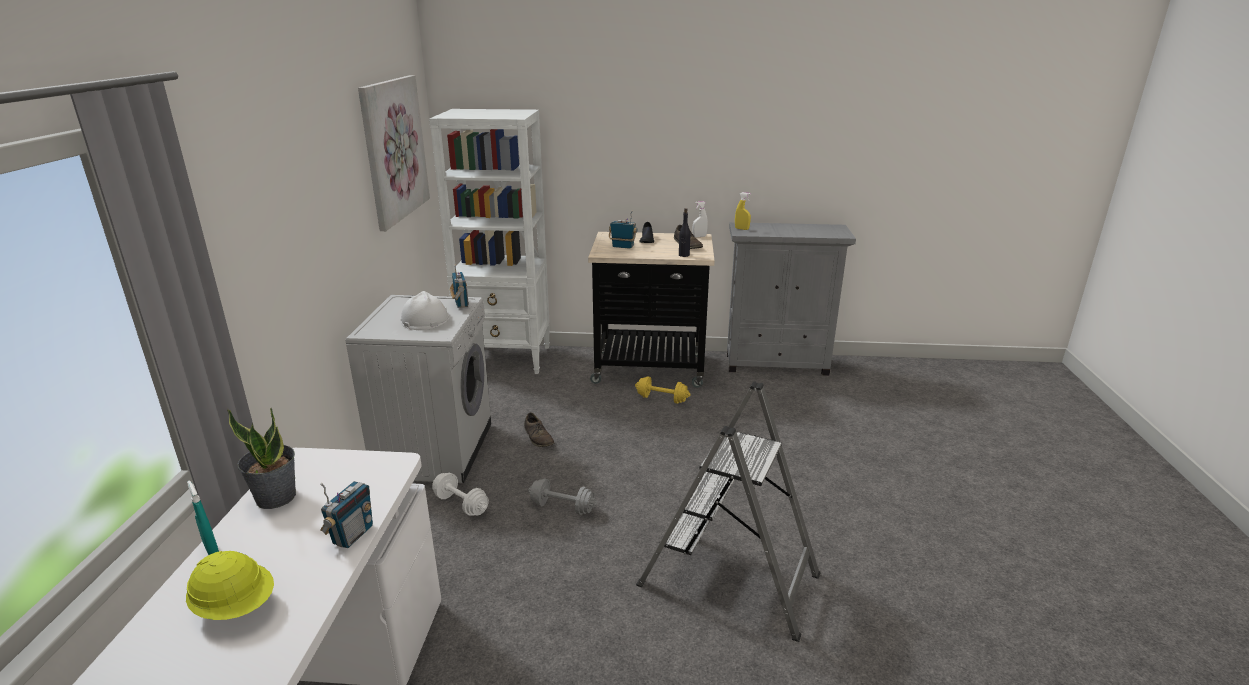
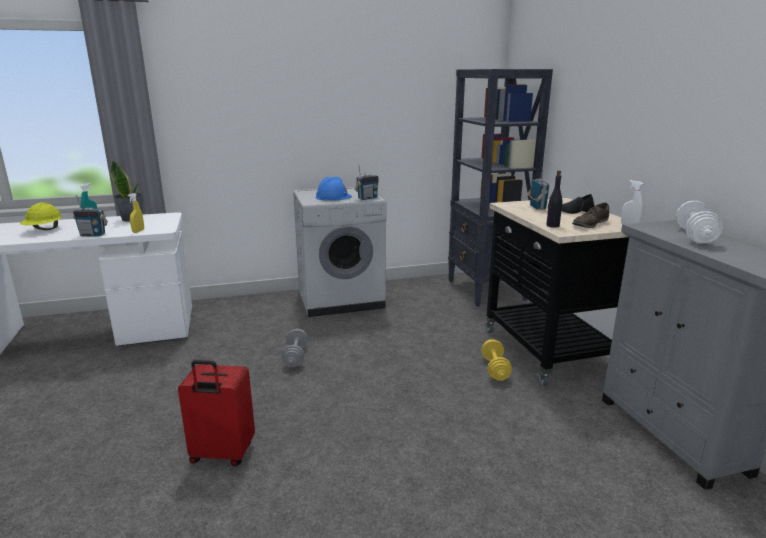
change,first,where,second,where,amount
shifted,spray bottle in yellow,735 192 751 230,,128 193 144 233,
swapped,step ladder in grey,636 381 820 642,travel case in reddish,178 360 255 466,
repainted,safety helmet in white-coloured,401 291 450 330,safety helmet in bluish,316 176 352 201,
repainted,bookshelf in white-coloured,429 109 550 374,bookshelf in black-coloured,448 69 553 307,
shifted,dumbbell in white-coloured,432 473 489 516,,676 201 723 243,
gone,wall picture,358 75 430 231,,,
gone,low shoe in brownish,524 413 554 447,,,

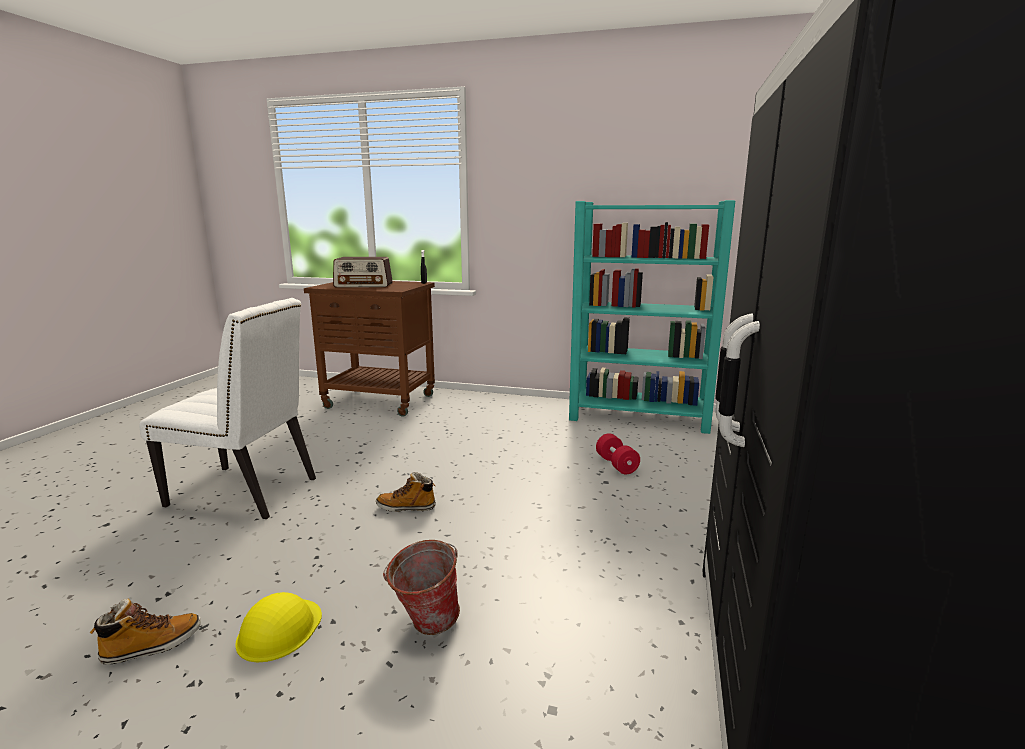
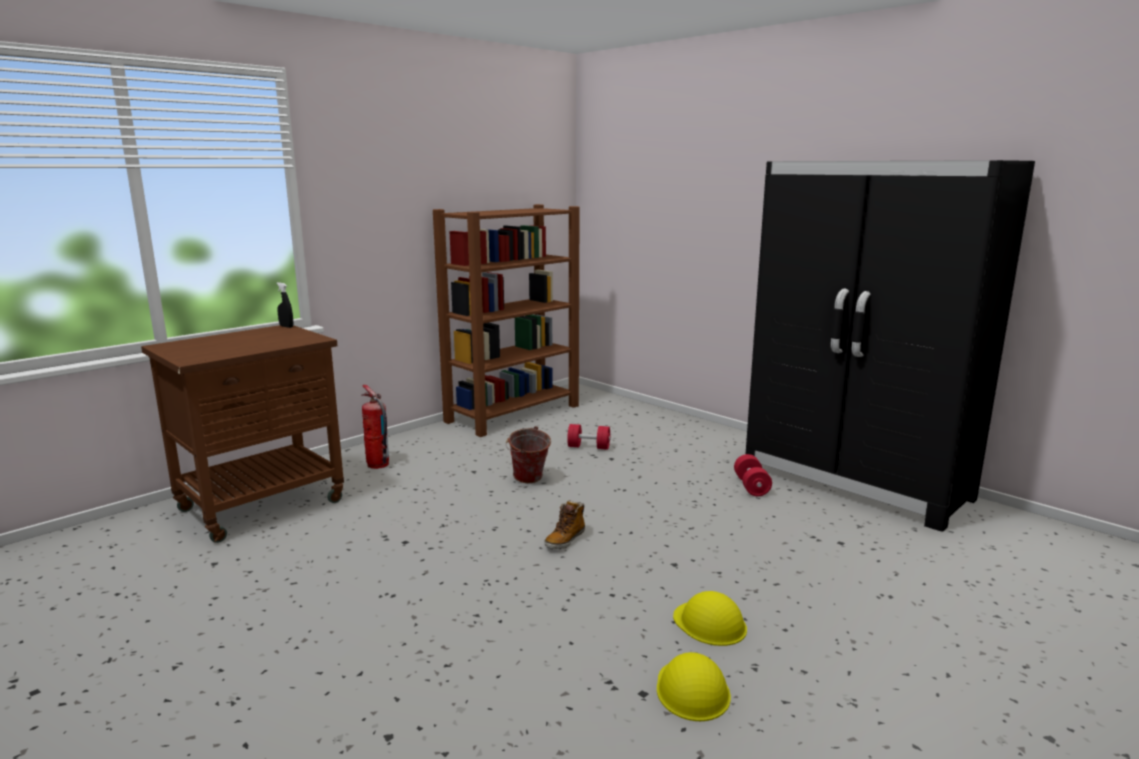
change,first,where,second,where,amount
new,,,fire extinguisher,361 385 389 469,
repainted,bookshelf in turquoise,569 200 735 434,bookshelf in brownish,433 204 580 437,
shifted,pail,383 540 460 635,,506 426 551 483,
swapped,tall boot,90 598 201 664,safety helmet in yellow,657 652 731 721,
new,,,dumbbell in reddish,734 454 772 496,
gone,upright chair in white-coloured,139 298 316 519,,,
gone,radio set,333 257 393 288,,,

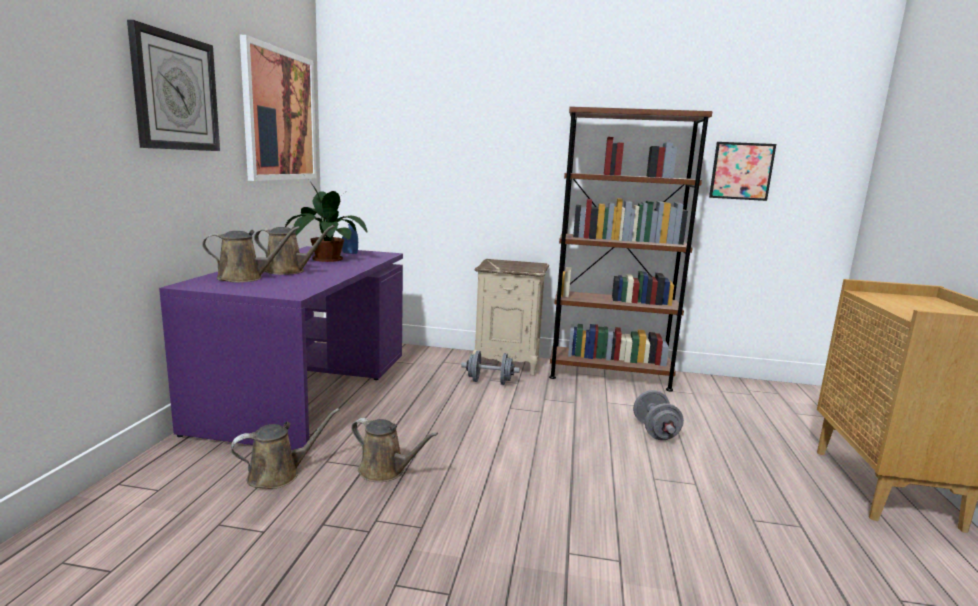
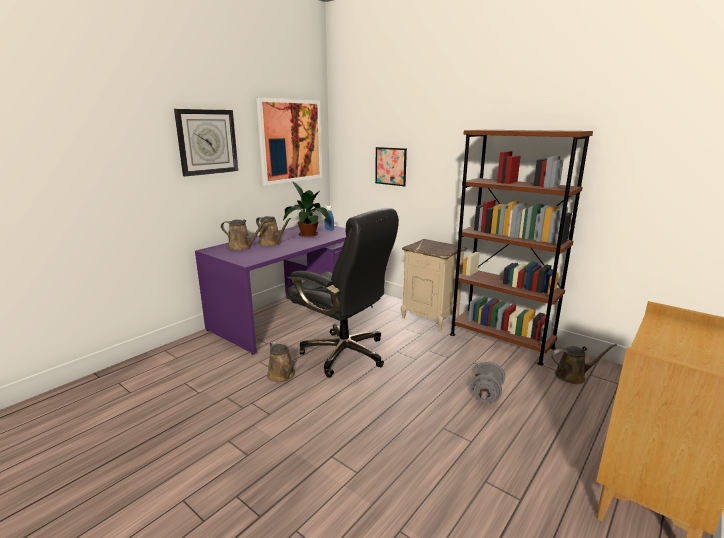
change,first,where,second,where,amount
new,,,computer chair in black-coloured,287 208 399 377,
shifted,wall picture,709 142 776 201,,375 147 407 186,
shifted,watering pot in brownish,231 408 340 489,,551 344 617 384,
gone,dumbbell in grey,461 350 520 385,,,

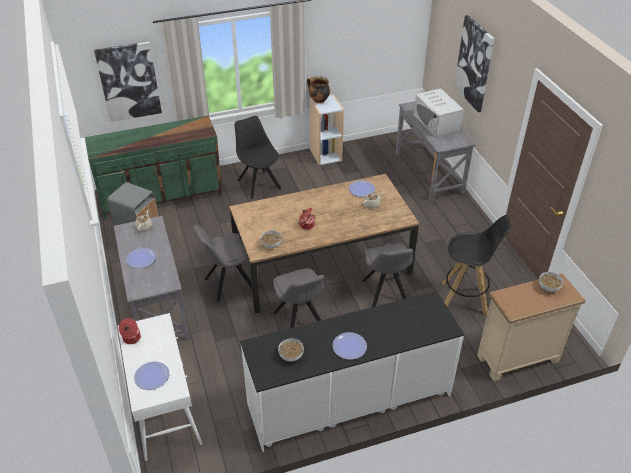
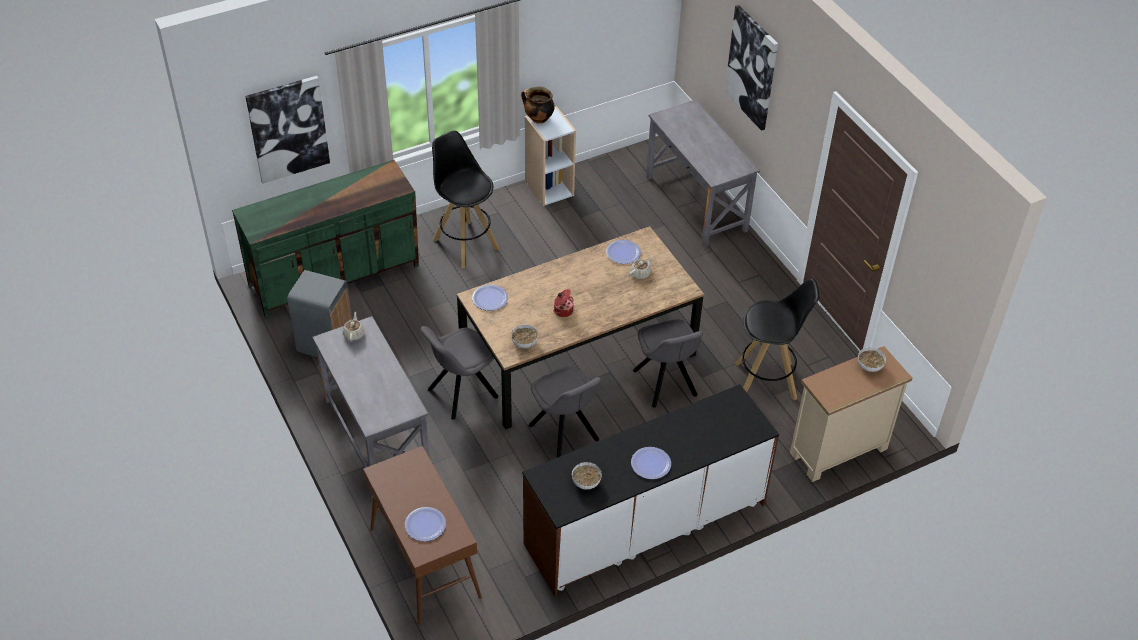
change,first,where,second,where,amount
repainted,console table in white-coloured,118 313 202 461,console table in brownish,363 446 482 625,
swapped,upright chair in black-coloured,235 116 281 199,stool in black-coloured,432 131 499 269,
shifted,flat dish,126 248 156 268,,472 285 508 311,
repainted,dresser in white-coloured,240 291 464 452,dresser in brownish,522 384 779 597,
gone,cooking pot,119 318 141 344,,,
gone,kitchen microwave in white-coloured,414 88 464 137,,,

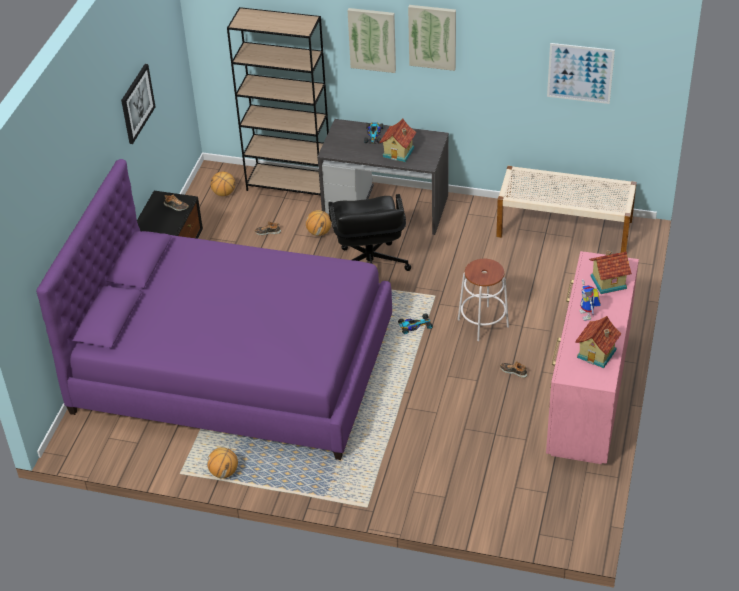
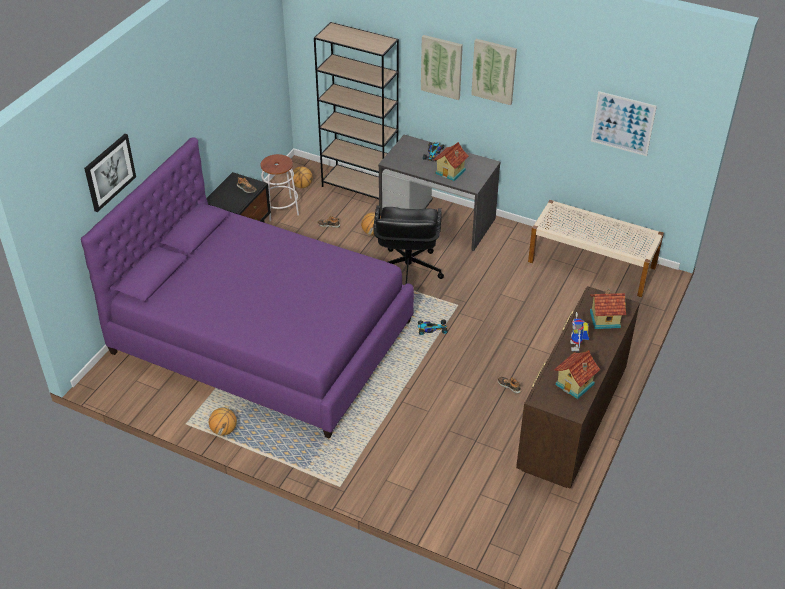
change,first,where,second,where,amount
shifted,wall picture,121 64 155 144,,84 134 136 212,
shifted,stool in white-coloured,458 259 509 341,,261 154 299 222,
repainted,dresser in pinkish,546 251 639 464,dresser in brownish,516 286 640 488,

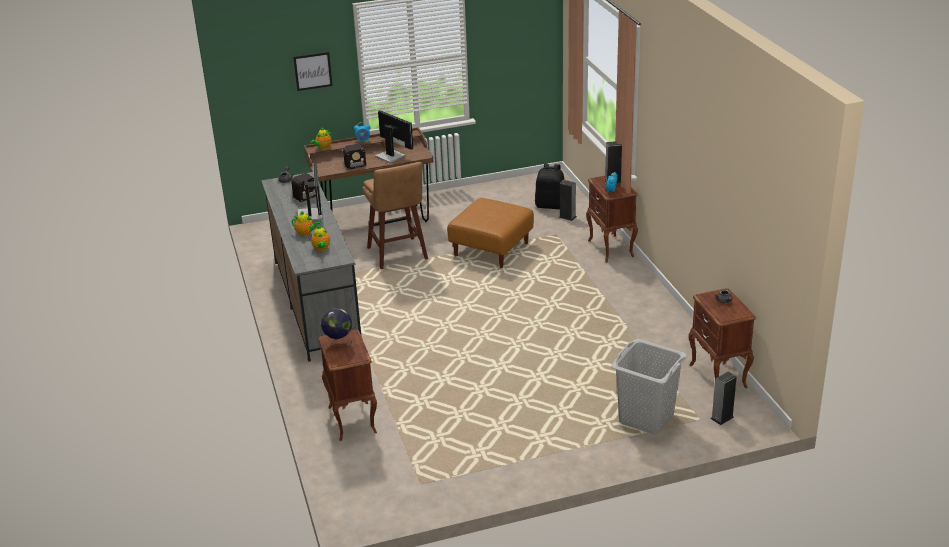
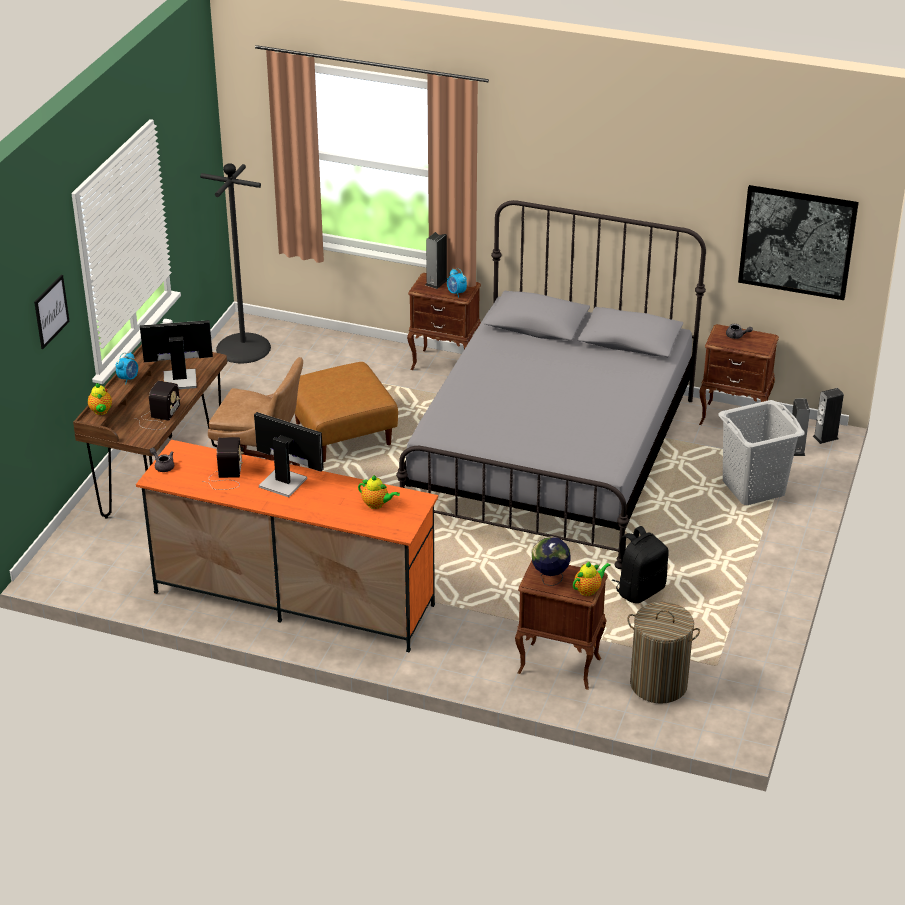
change,first,where,second,where,amount
repainted,dresser in grey,261 172 362 362,dresser in orange,136 440 438 653,
new,,,garment rack in black-coloured,200 163 271 363,
new,,,bedroom bed in grey,396 200 706 569,
shifted,pot for tea,292 211 321 236,,573 561 611 596,
shifted,rucksack in black-coloured,535 164 565 209,,612 526 669 603,
new,,,laundry basket,627 602 700 704,
new,,,wall picture,738 185 859 300,
shifted,speaker,559 180 577 221,,813 388 844 444,

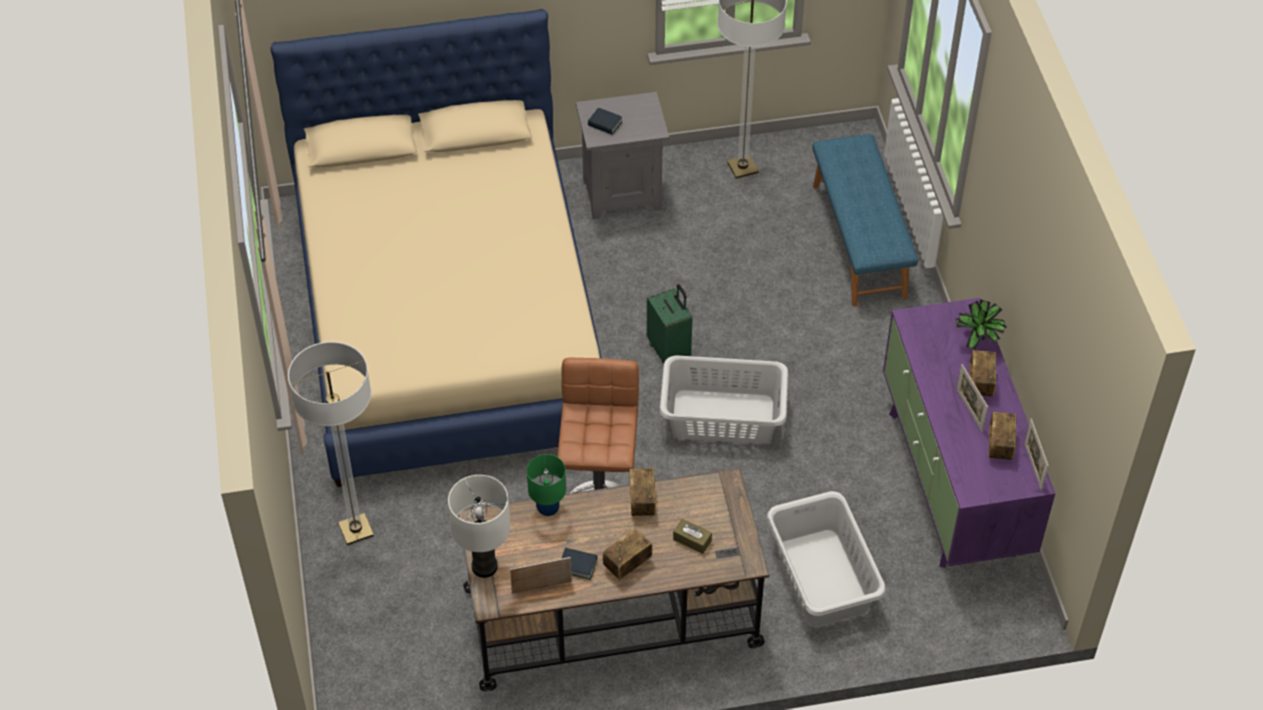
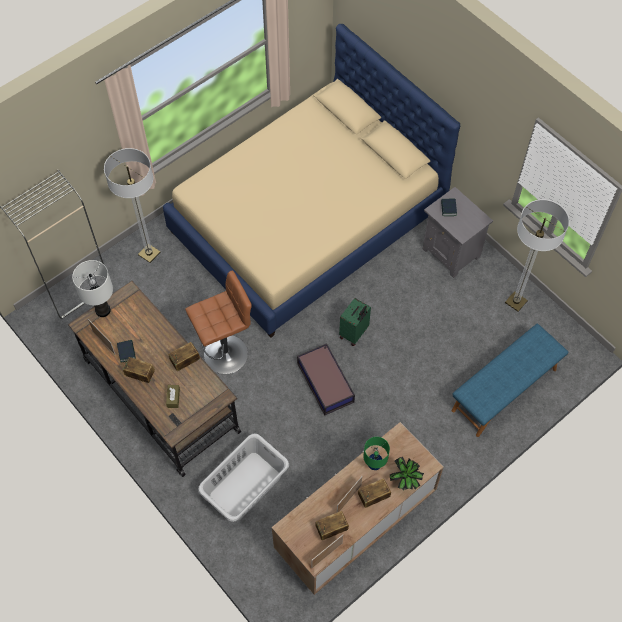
change,first,where,second,where,amount
new,,,garment rack in grey,0 170 104 319,
repainted,dresser in purple,883 298 1055 568,dresser in green-coloured,272 422 444 595,
swapped,laundry basket in grey,659 355 788 444,storage box,297 343 355 415,
shifted,tabletop lamp in green-coloured,527 454 566 516,,363 437 390 470,

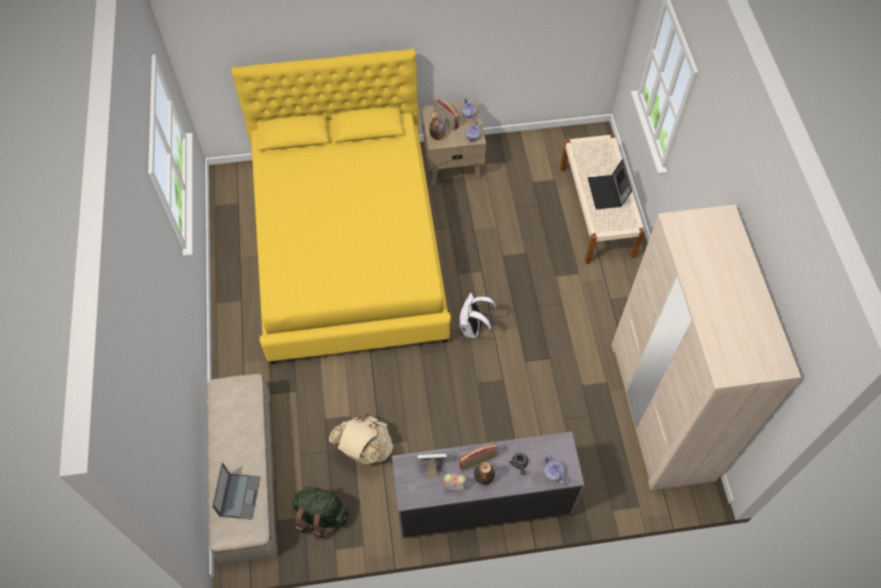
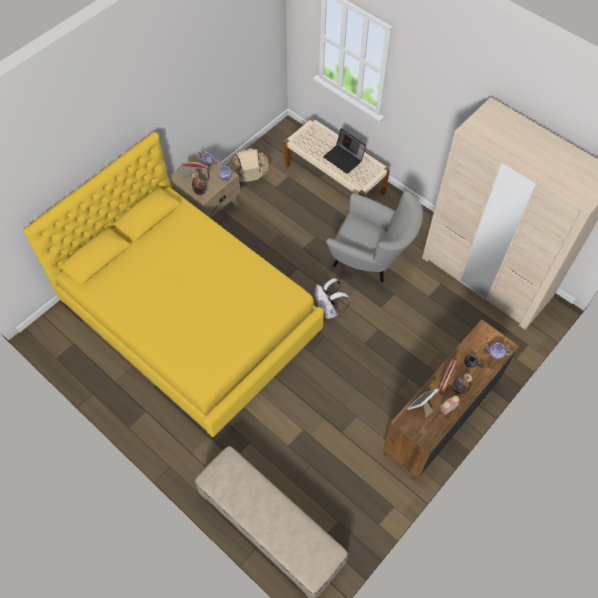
change,first,where,second,where,amount
shifted,rucksack in beige-coloured,329 414 393 464,,227 148 269 182,
new,,,easy chair in grey,326 191 423 283,
repainted,dresser in grey,392 432 584 539,dresser in brownish,383 319 519 480,
gone,notebook computer,212 462 261 520,,,
gone,rucksack in green-coloured,293 485 349 539,,,

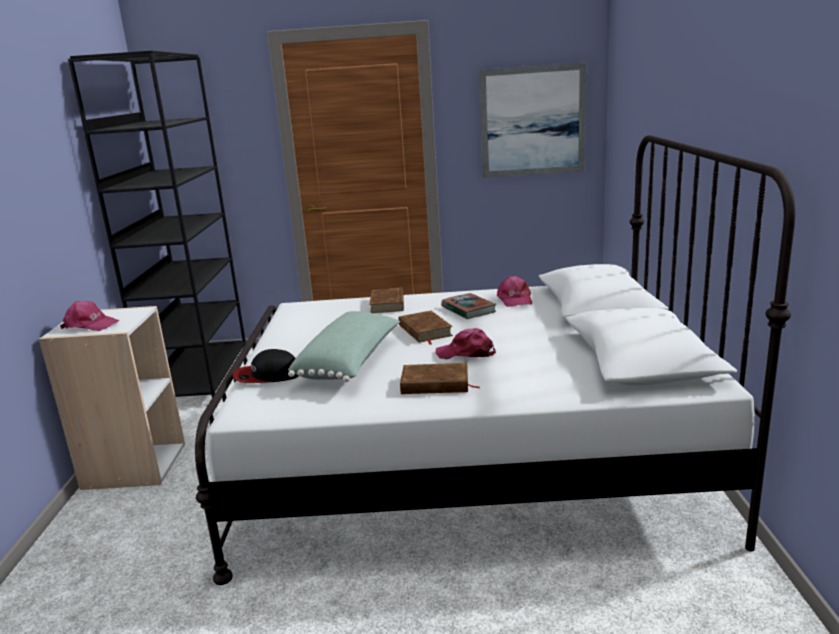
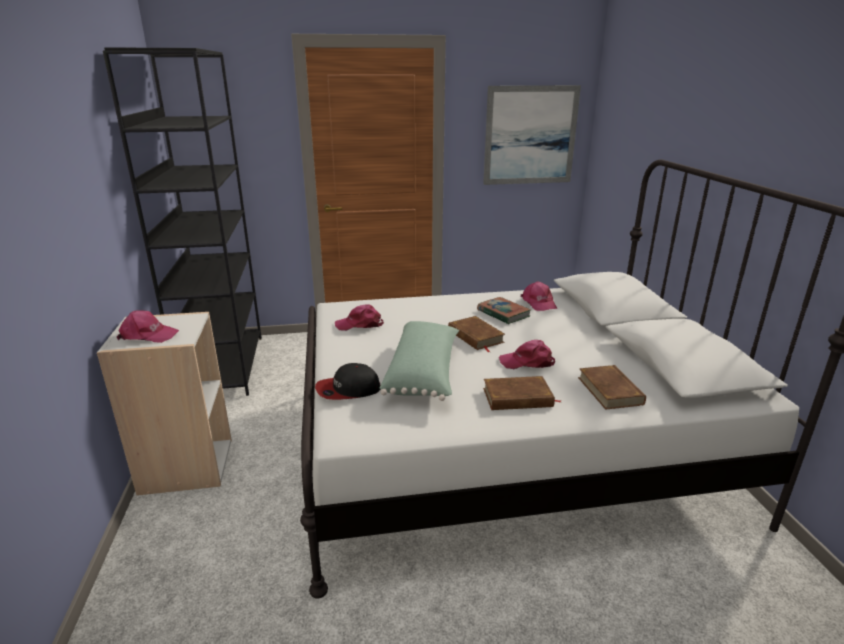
change,first,where,second,where,amount
new,,,baseball cap in pinkish,335 304 384 331,
shifted,bound book in brownish,370 288 404 313,,578 365 646 410,

